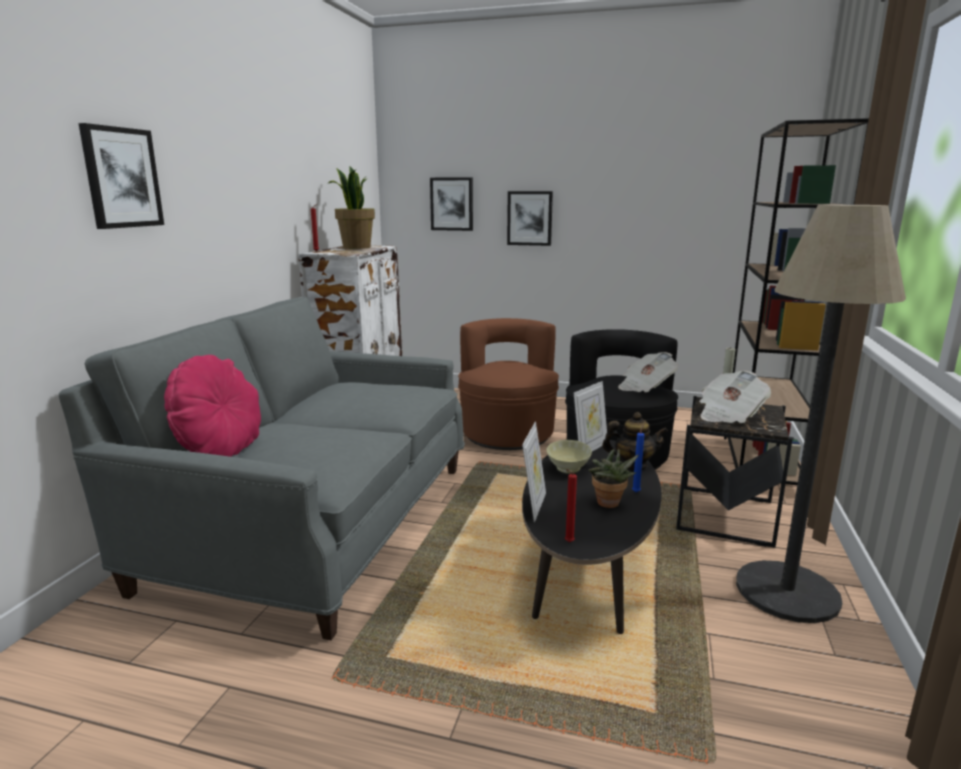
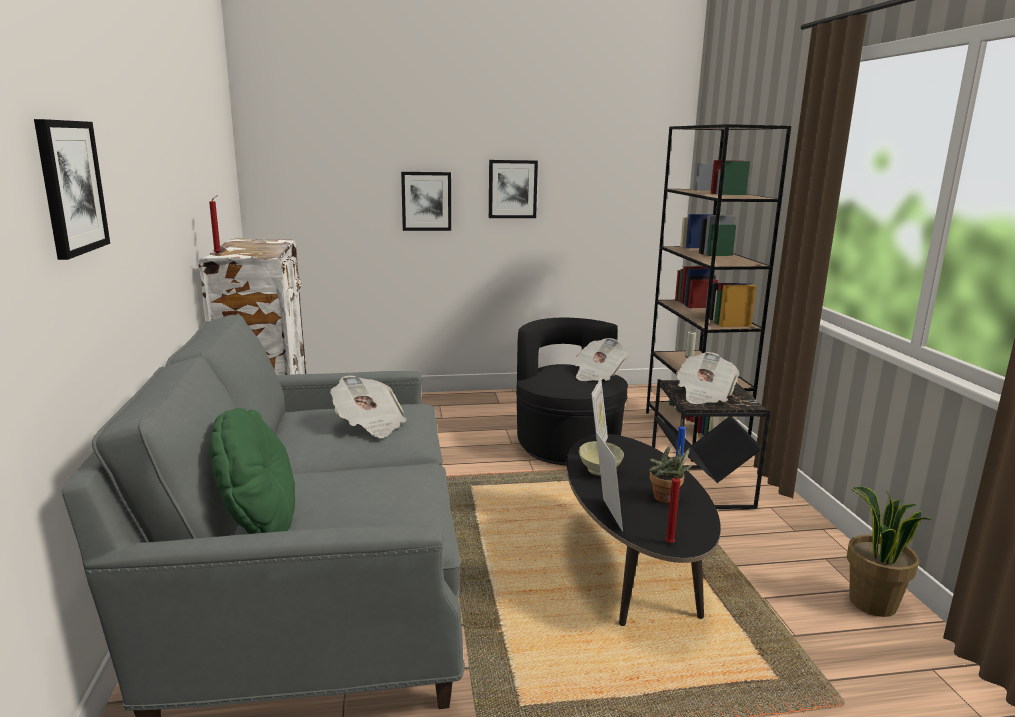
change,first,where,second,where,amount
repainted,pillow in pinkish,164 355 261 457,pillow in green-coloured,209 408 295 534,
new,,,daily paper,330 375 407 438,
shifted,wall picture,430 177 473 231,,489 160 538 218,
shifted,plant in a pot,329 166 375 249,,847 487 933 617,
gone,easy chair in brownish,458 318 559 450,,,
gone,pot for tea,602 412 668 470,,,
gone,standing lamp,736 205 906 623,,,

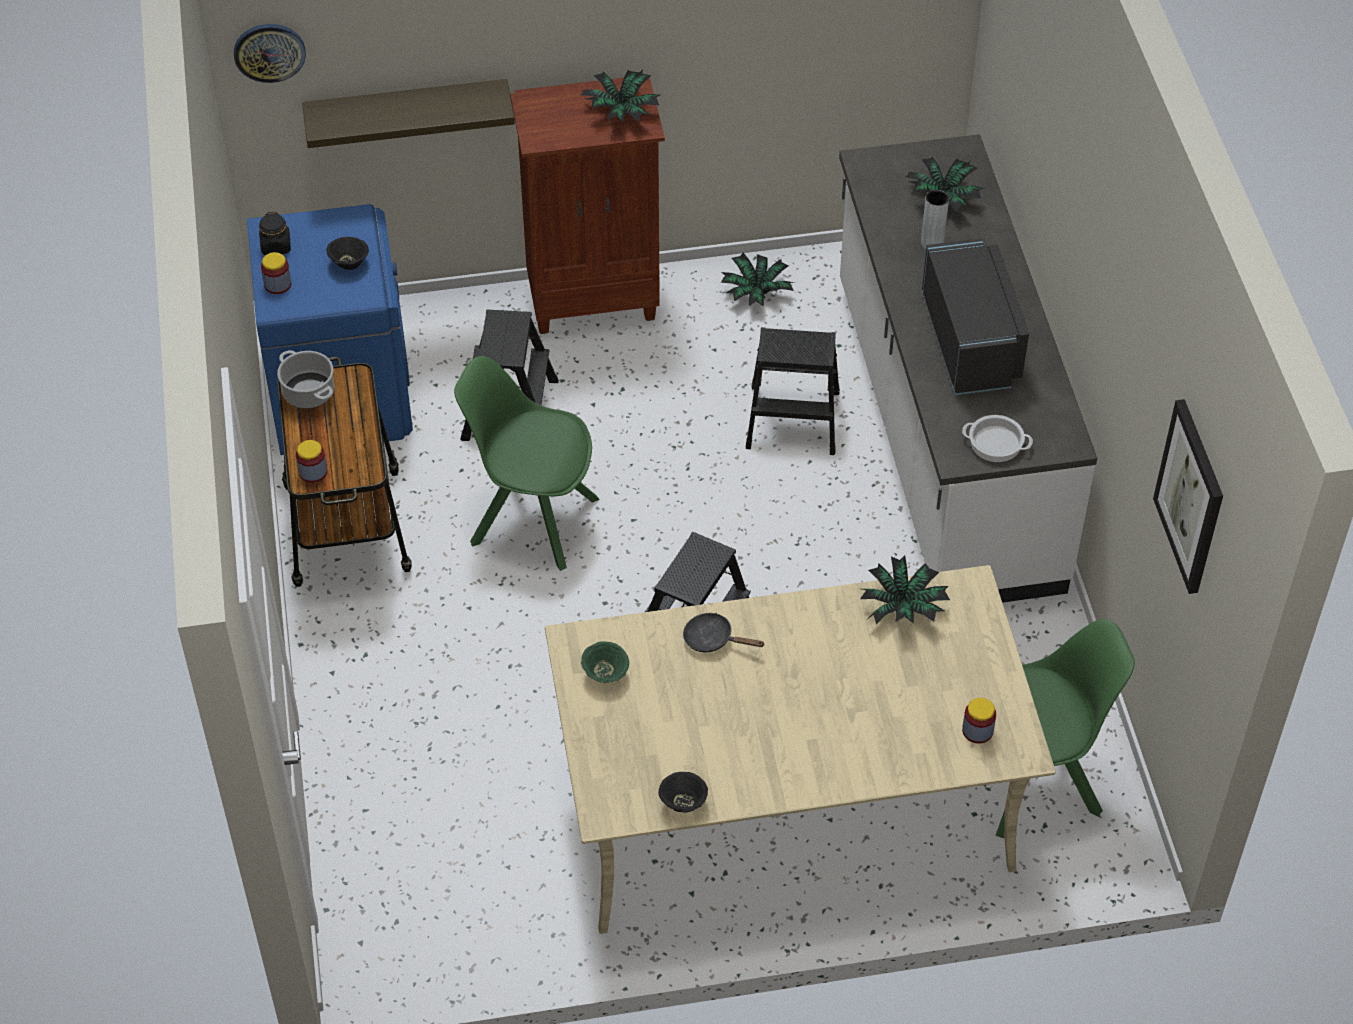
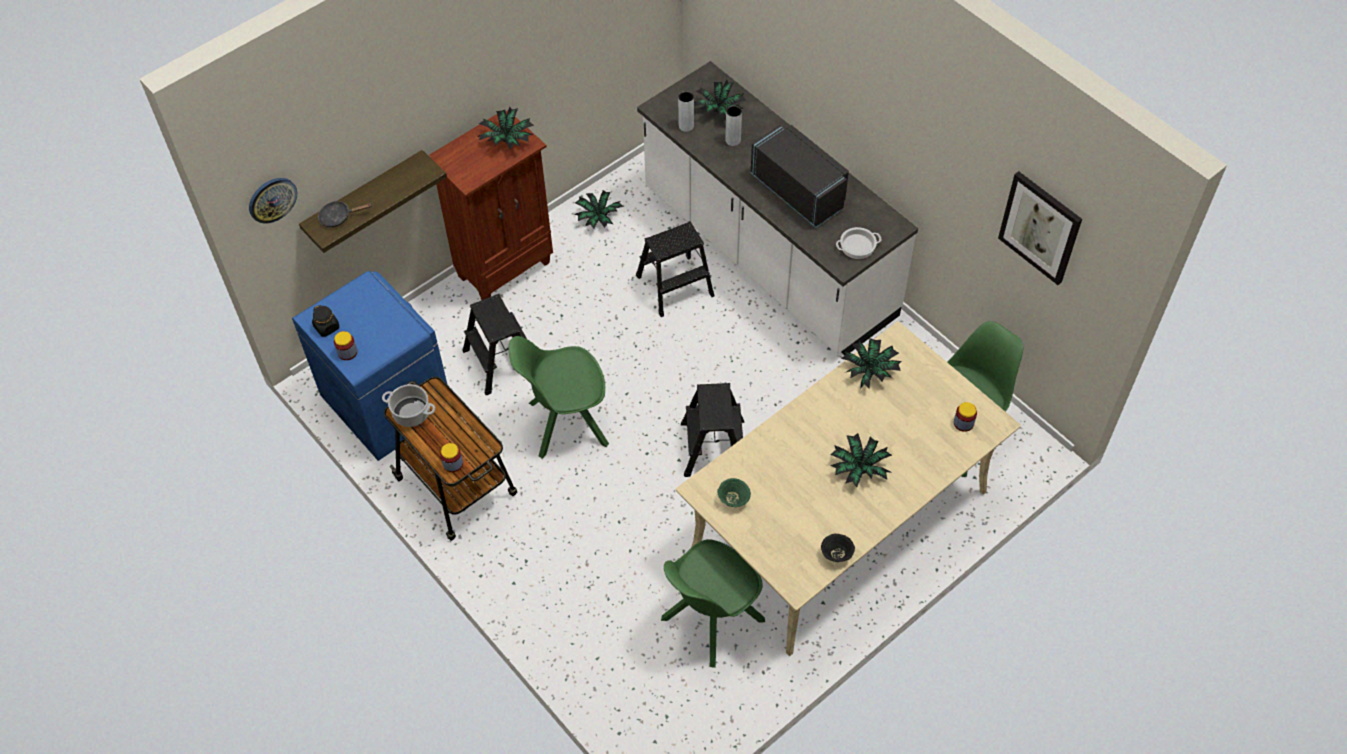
change,first,where,second,where,amount
shifted,frying pan in black-coloured,683 613 765 652,,318 201 372 227,
new,,,upright chair in green-coloured,661 539 765 668,
new,,,decorative vase in grey,678 91 694 132,
new,,,plant in a pot,830 433 892 487,
gone,serving bowl in black-coloured,326 237 369 270,,,

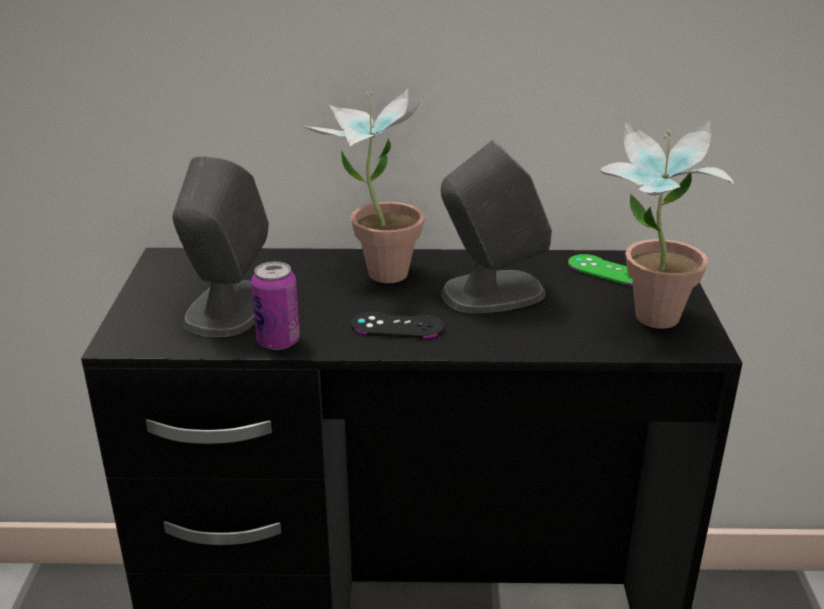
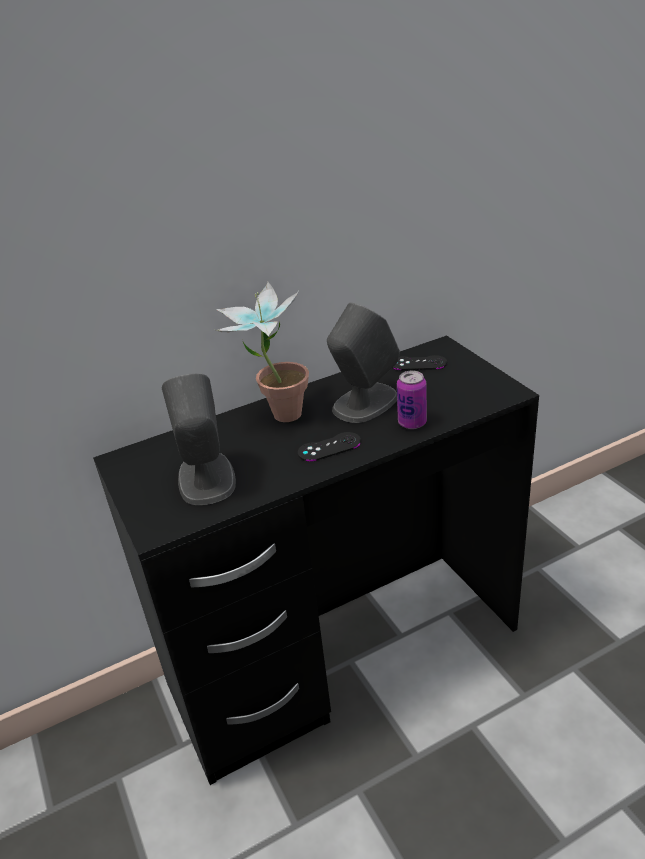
change,first,where,second,where,amount
repainted,game controller in green-coloured,568 254 633 286,game controller in black-coloured,393 355 447 370,
shifted,metal can,251 261 300 350,,397 371 427 429,
gone,plant in a pot,599 120 734 329,,,

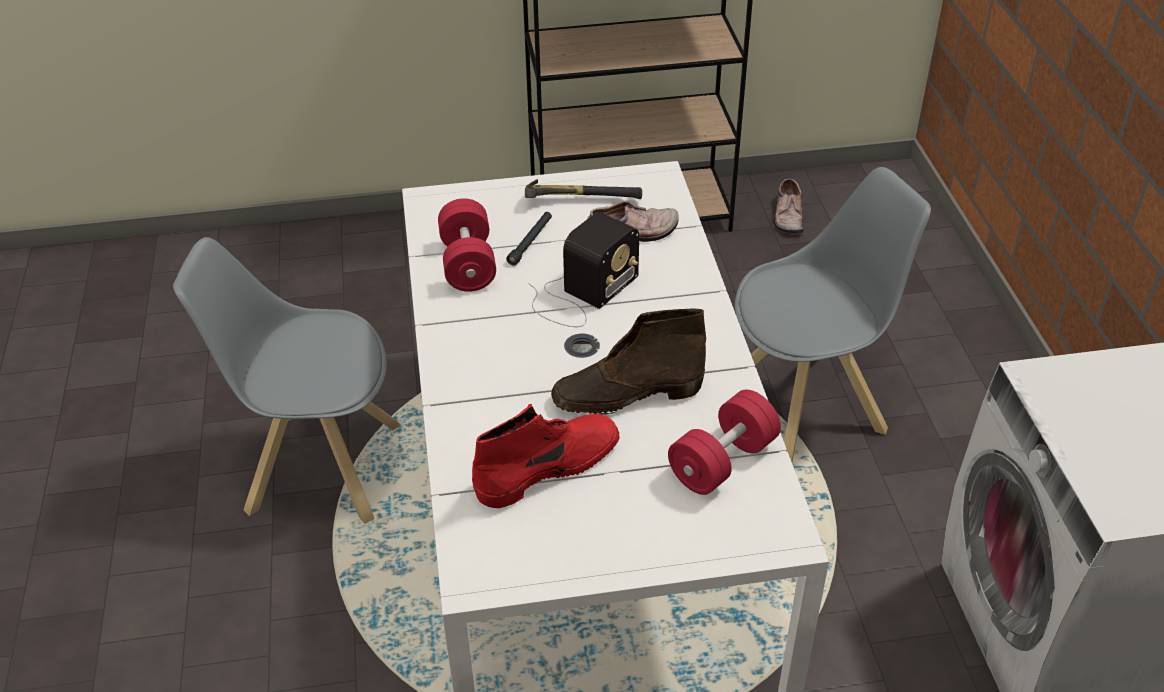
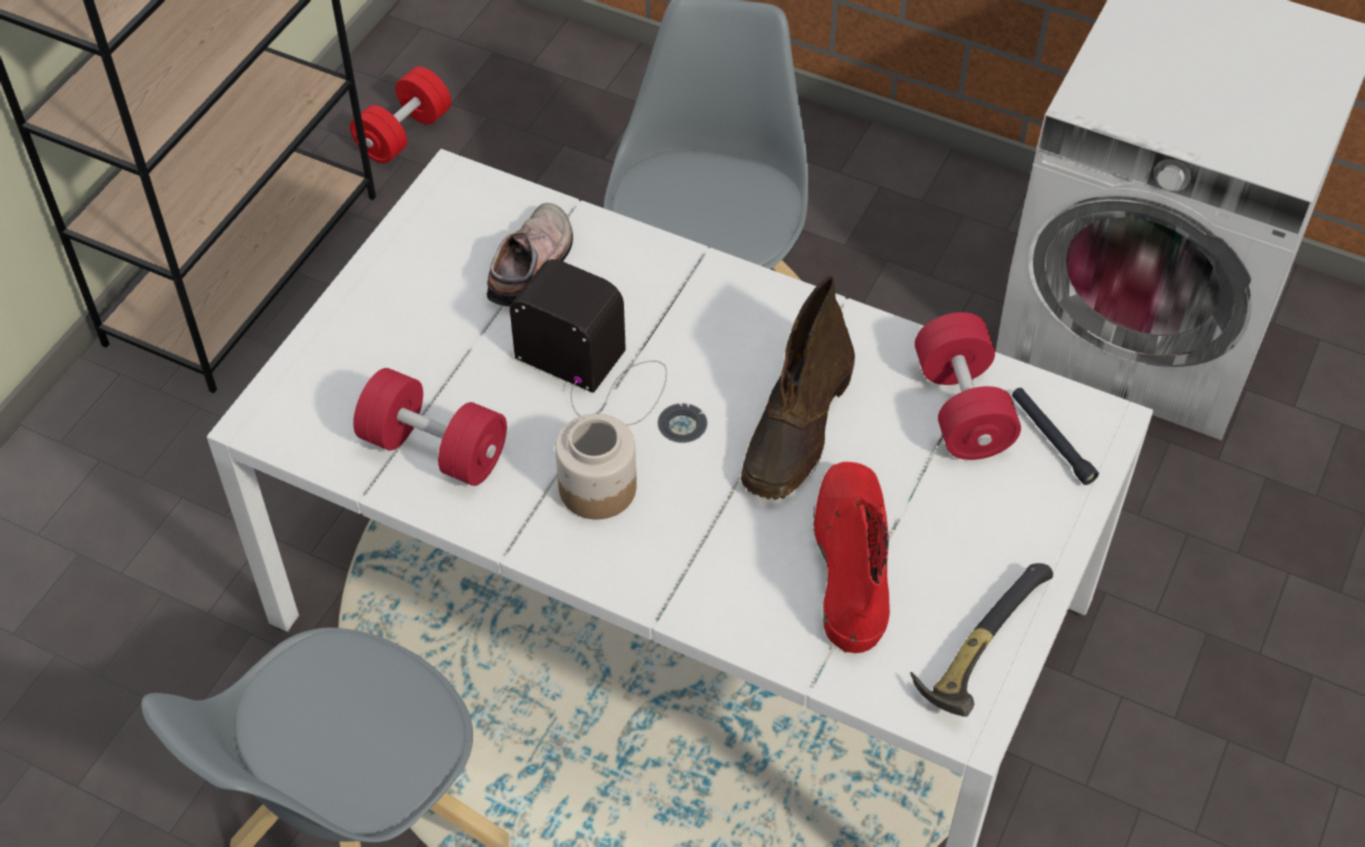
change,first,where,second,where,amount
swapped,low shoe,774 179 804 234,dumbbell in reddish,350 67 451 163,
rotated,radio set,528 212 639 327,,510 259 667 426,45 degrees counterclockwise
new,,,storage jar,555 414 637 520,
shifted,hammer,525 179 642 199,,910 563 1053 717,
shifted,flashlight in black-coloured,506 212 552 266,,1012 388 1099 485,

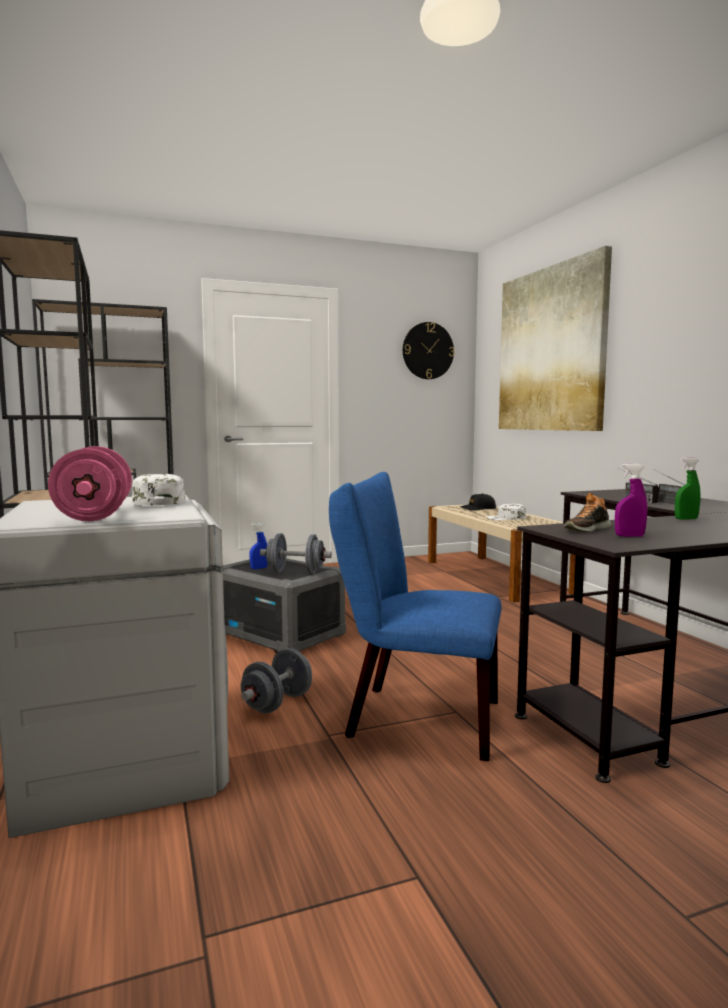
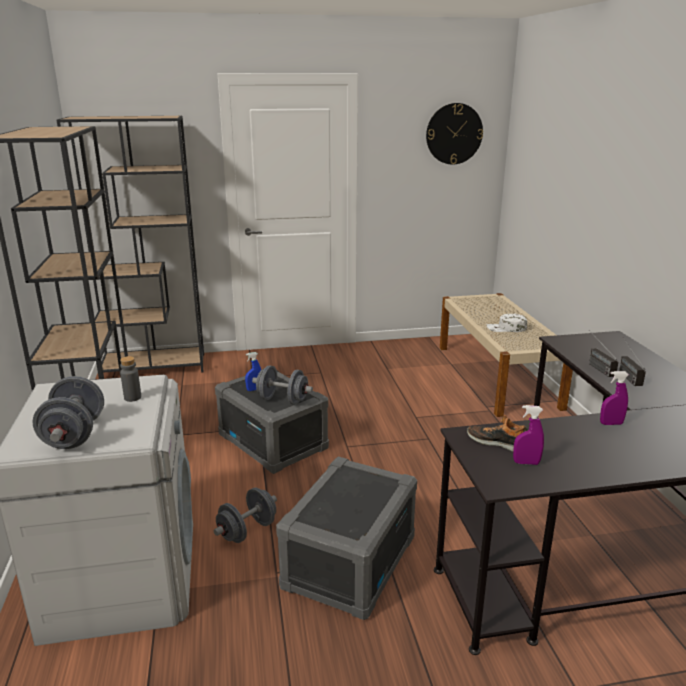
change,first,where,second,where,amount
repainted,dumbbell in pinkish,48 446 132 521,dumbbell in grey,32 376 104 449,
swapped,baseball cap in white-coloured,131 474 185 505,bottle in grey,120 356 141 402,
swapped,upright chair in bluish,329 472 502 761,storage box in grey,276 456 417 620,
rotated,low shoe,564 493 612 532,,467 415 528 451,60 degrees clockwise
repainted,spray bottle in green-coloured,675 457 700 520,spray bottle in purple,600 371 629 425,
gone,baseball cap in black-coloured,460 493 496 511,,,
gone,wall picture,499 246 612 431,,,

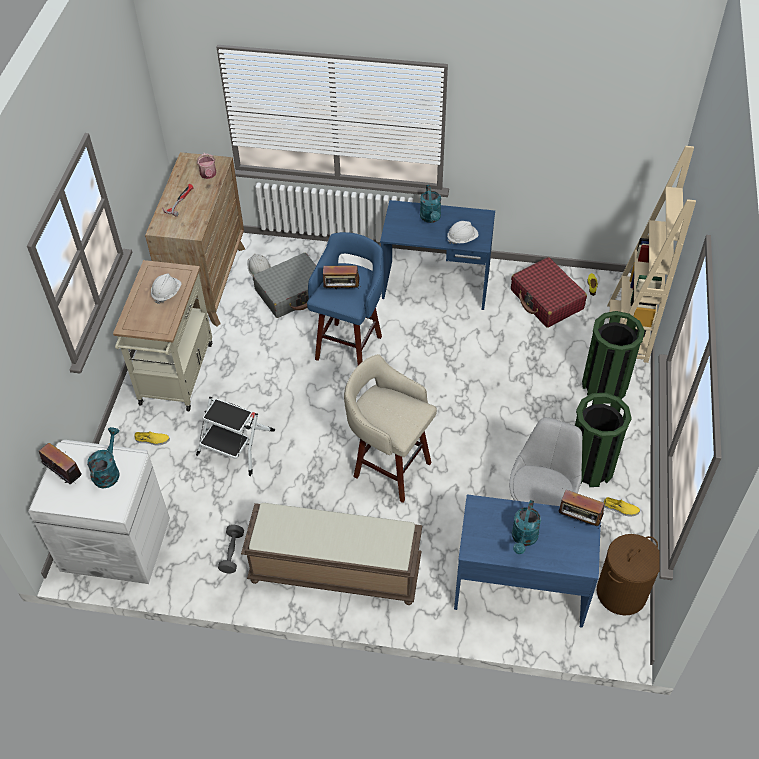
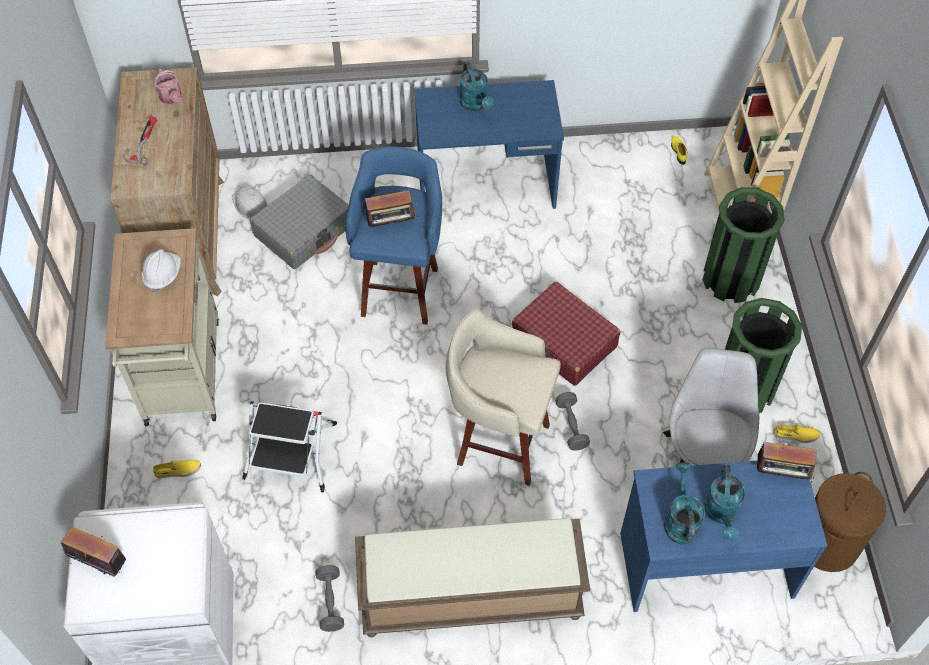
change,first,where,second,where,amount
shifted,travel case in reddish,511 257 587 328,,512 282 620 386,
new,,,dumbbell in grey,555 392 590 451,
shifted,watering pot in turquoise,87 427 119 488,,664 462 705 545,
gone,safety helmet in white-coloured,447 221 479 244,,,

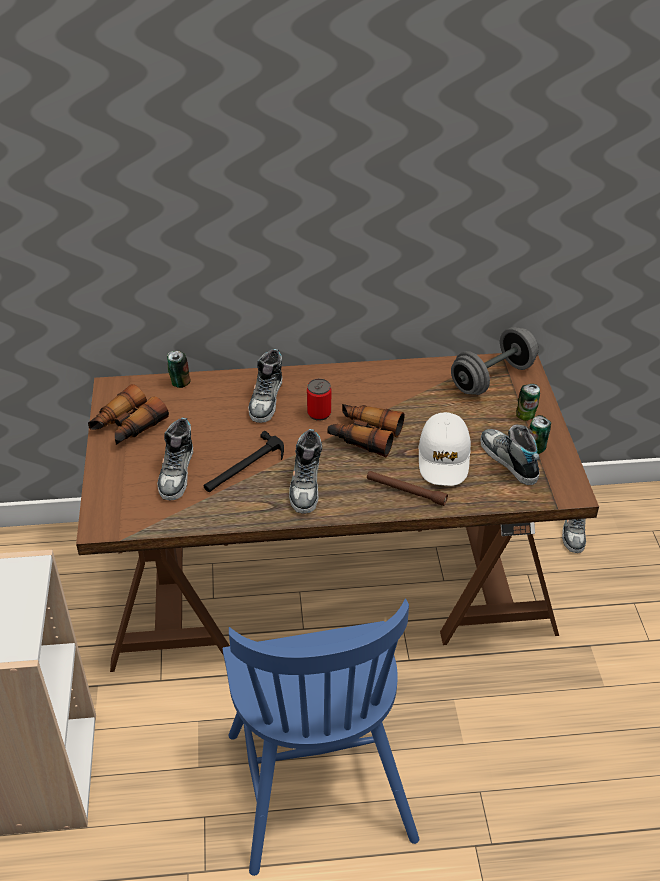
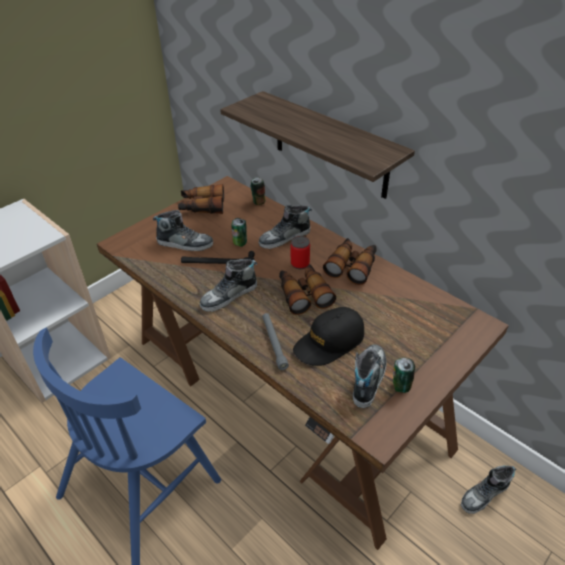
change,first,where,second,where,amount
rotated,low shoe,157 418 193 501,,153 210 213 251,135 degrees counterclockwise
new,,,bracket shelf,220 91 415 199,
shifted,metal can,516 384 540 421,,232 218 247 247,
repainted,flashlight in brownish,367 471 448 506,flashlight in grey,262 313 289 370,
repainted,baseball cap in white-coloured,418 412 471 486,baseball cap in black-coloured,293 307 364 366,
new,,,field glasses,323 238 377 285,
gone,dumbbell in grey,451 327 538 395,,,

